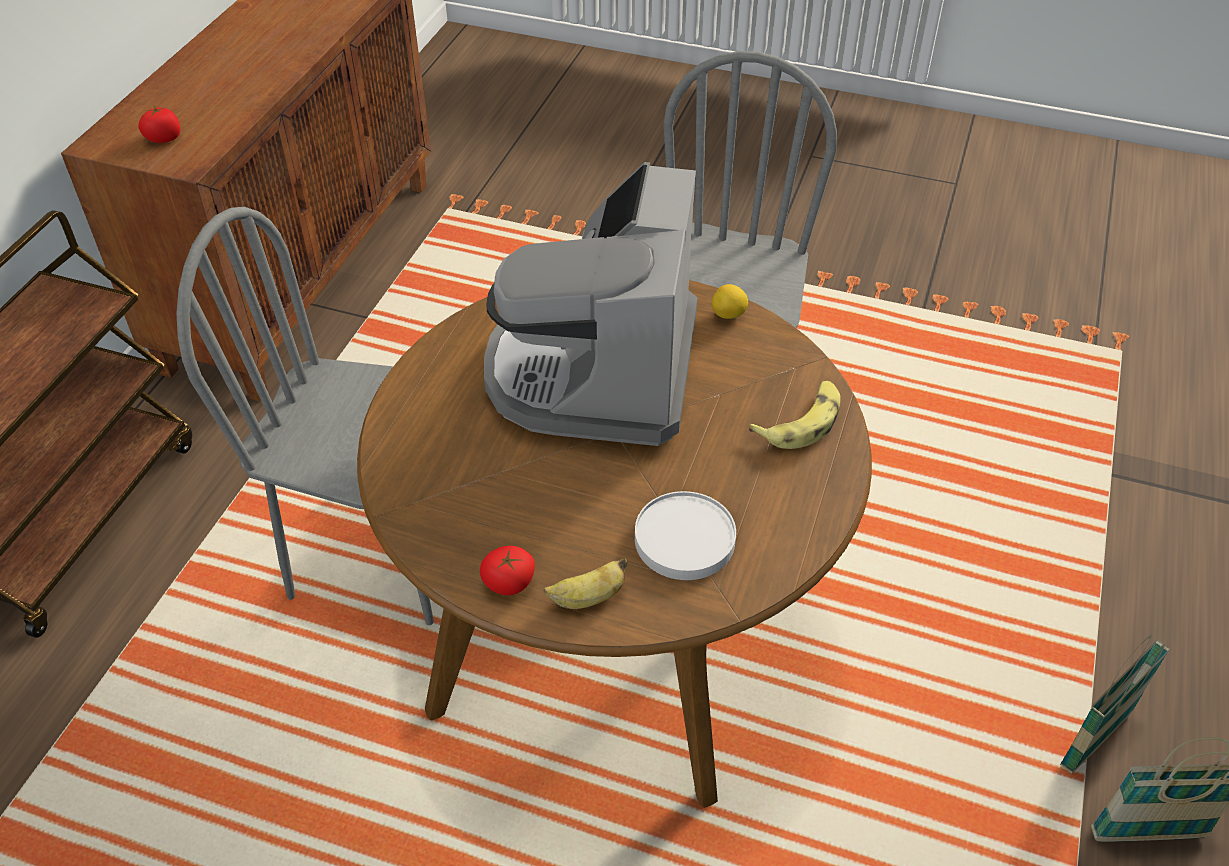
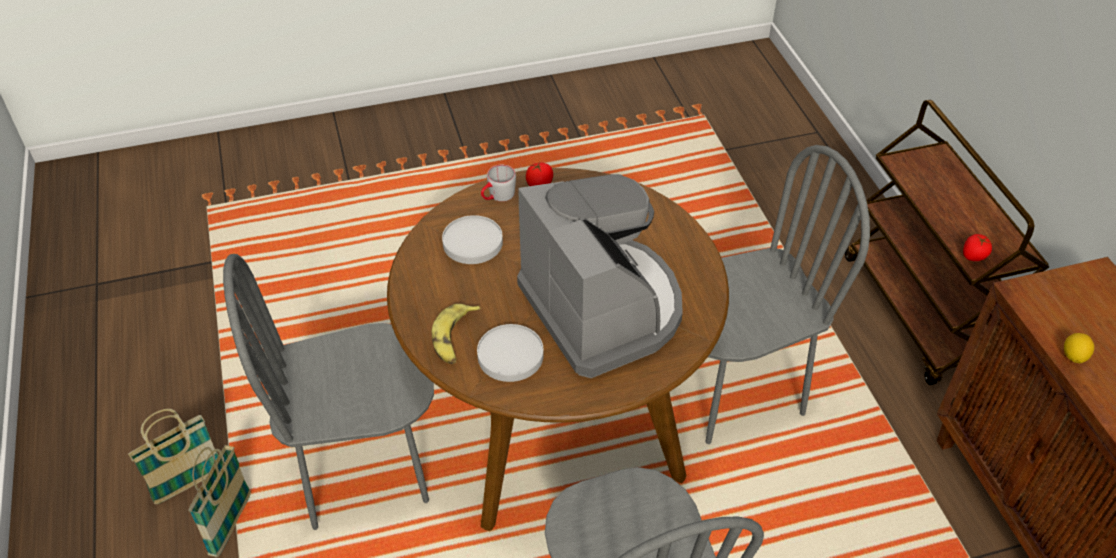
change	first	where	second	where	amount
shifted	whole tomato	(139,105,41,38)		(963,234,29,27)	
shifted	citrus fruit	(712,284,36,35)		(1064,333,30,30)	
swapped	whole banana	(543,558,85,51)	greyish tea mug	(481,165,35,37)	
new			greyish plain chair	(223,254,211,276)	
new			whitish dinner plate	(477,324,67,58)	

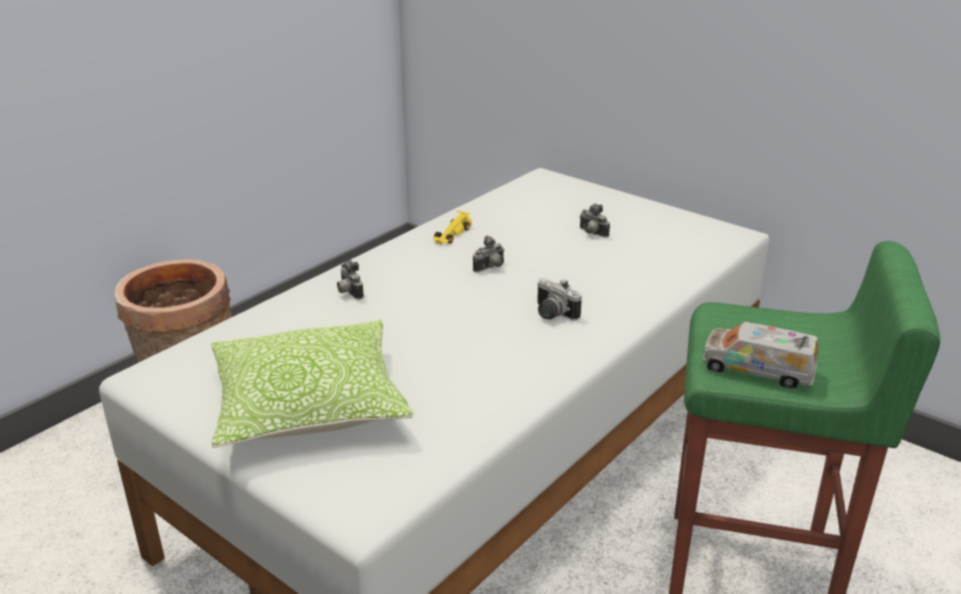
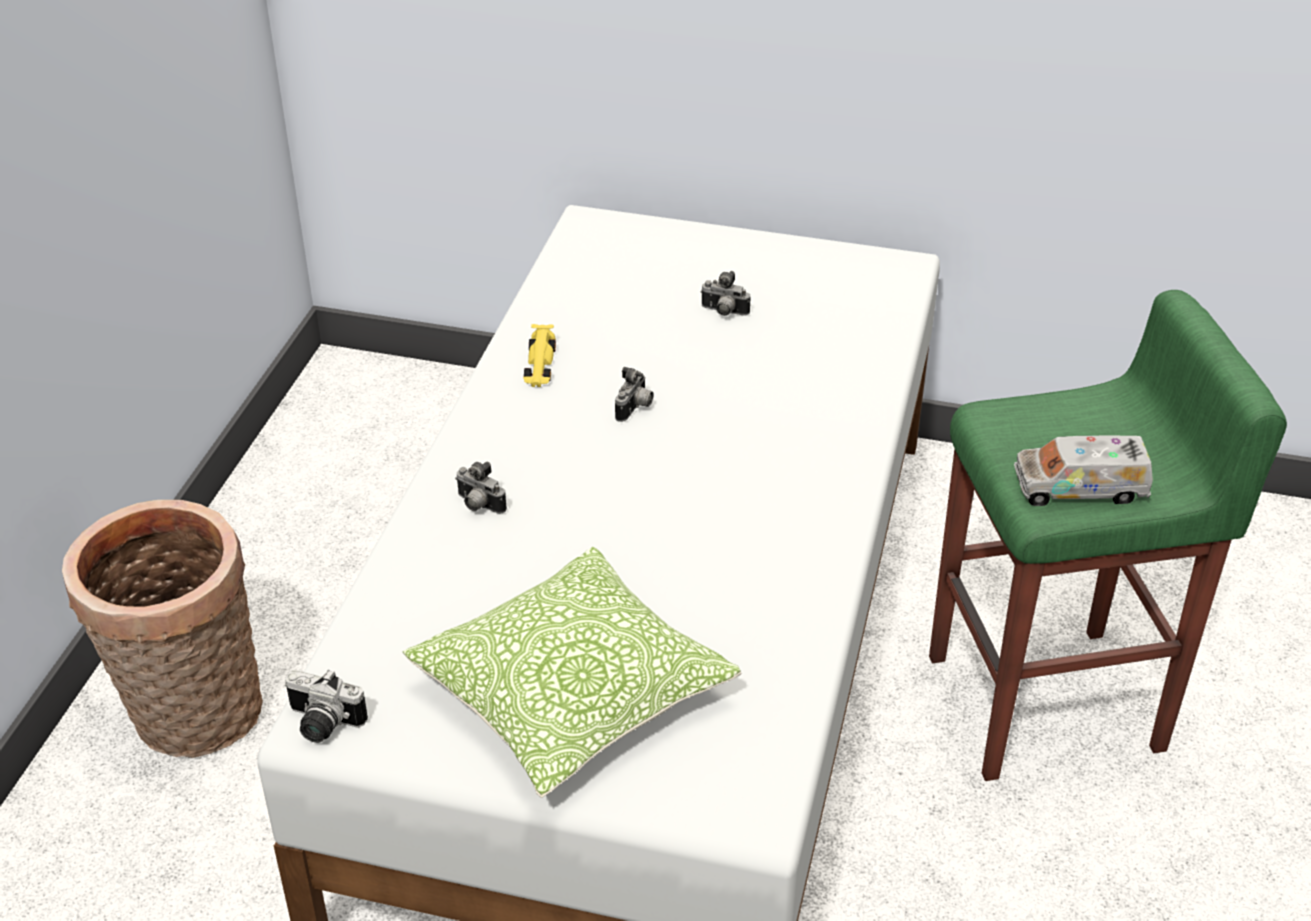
change	first	where	second	where	amount
shifted	still camera	(537,278,45,43)		(285,670,83,73)	

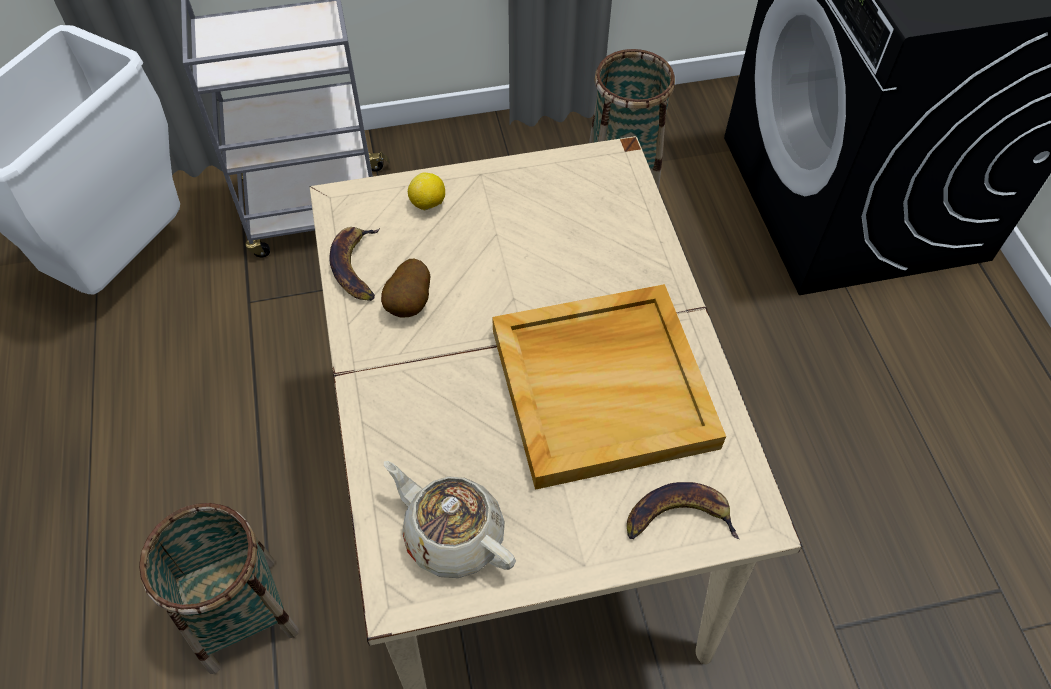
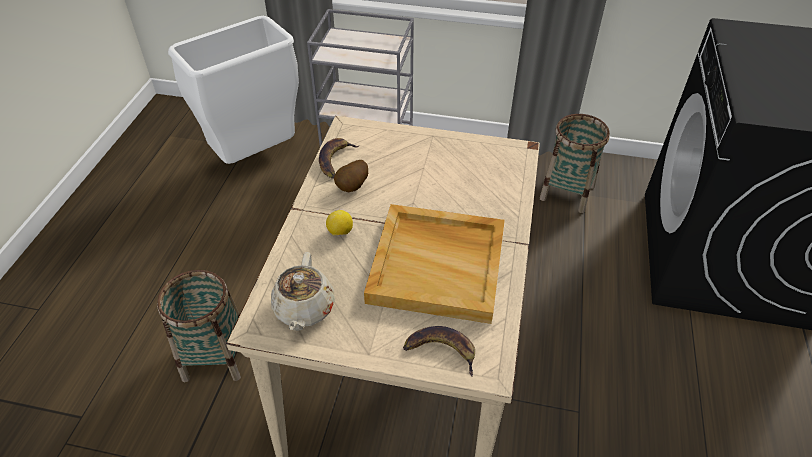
change	first	where	second	where	amount
shifted	citrus fruit	(408,173,37,37)		(326,210,27,25)	
rotated	beige pot for tea	(384,461,132,117)		(271,252,64,79)	150 degrees counterclockwise

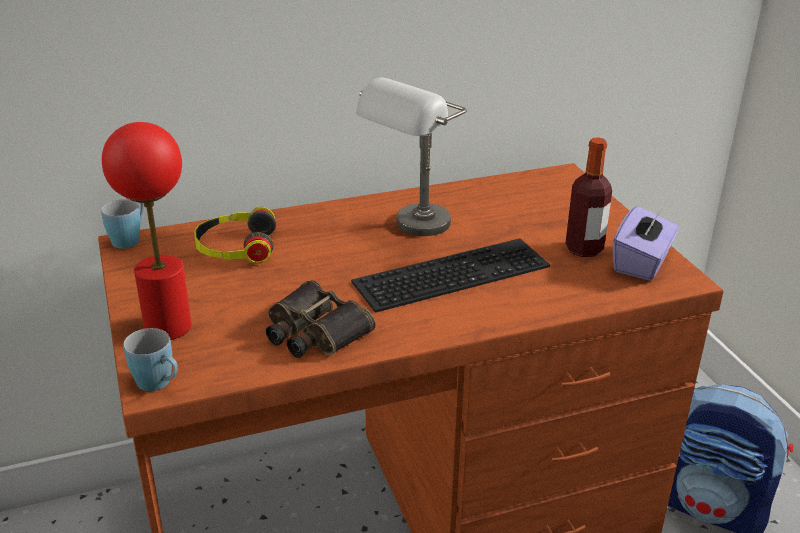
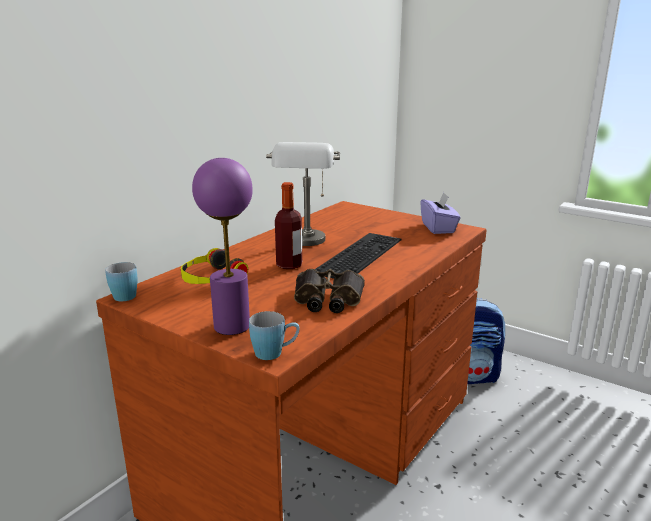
change	first	where	second	where	amount
repainted	red-coloured lamp for a table	(102,122,89,218)	purple-coloured lamp for a table	(192,158,61,177)	
shifted	beverage bottle	(565,138,47,119)		(275,182,27,87)	

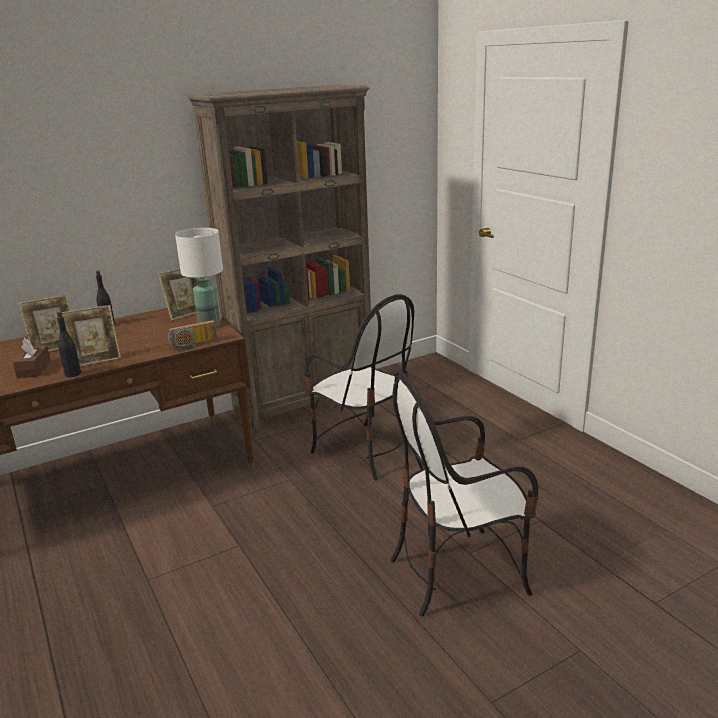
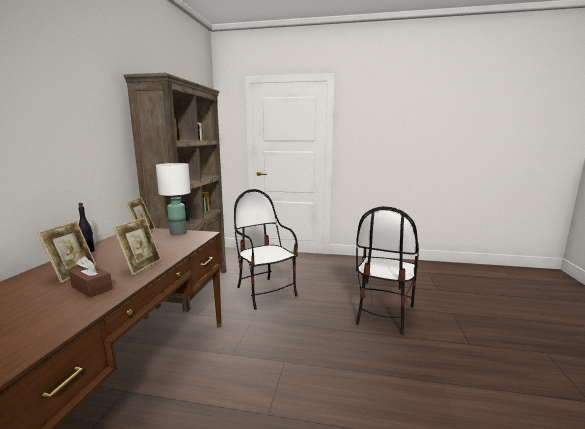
change	first	where	second	where	amount
rotated	plain chair	(304,294,114,187)		(234,189,64,121)	120 degrees counterclockwise
gone	black-coloured beverage bottle	(57,311,24,66)			
gone	radio	(168,320,50,30)			

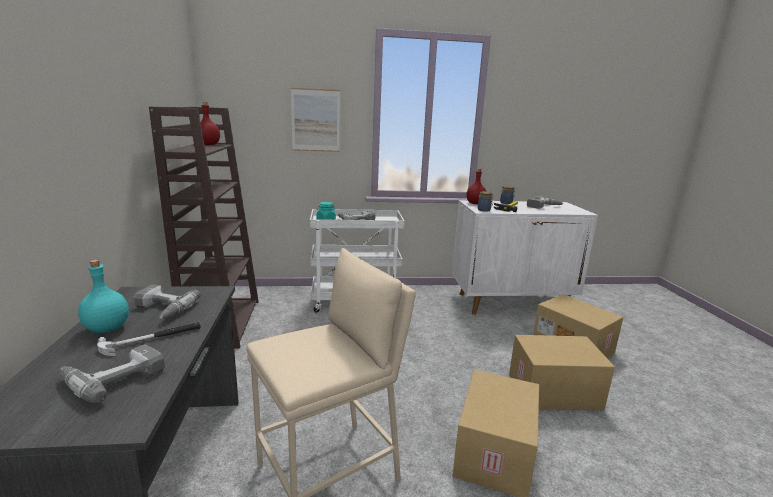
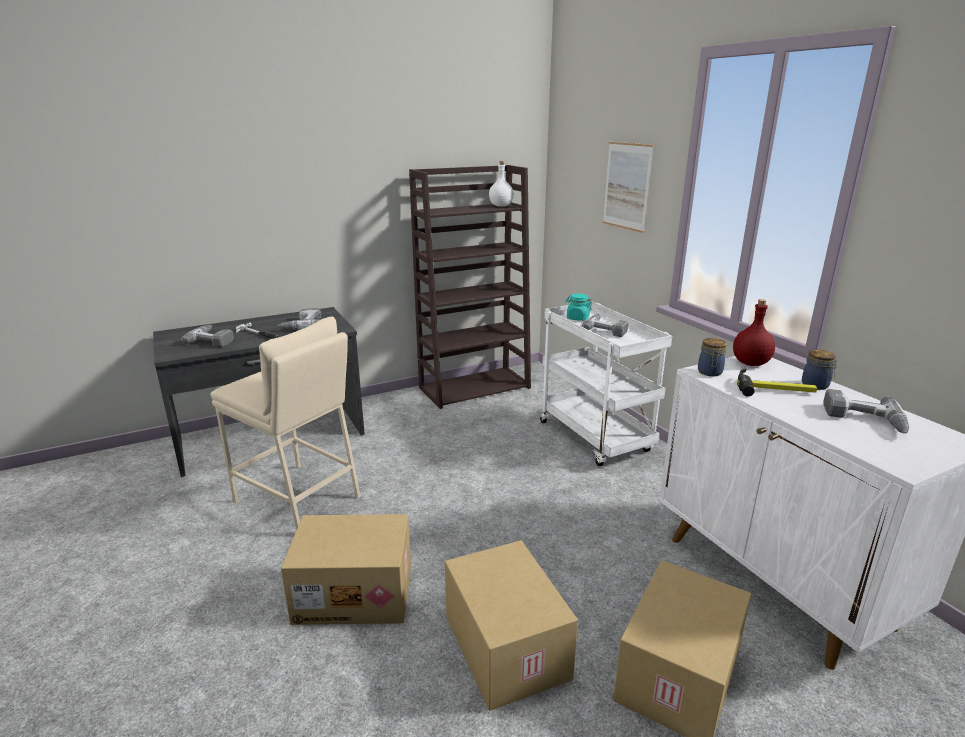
change	first	where	second	where	amount
repainted	red-coloured beverage bottle	(200,102,20,43)	whitish beverage bottle	(489,161,25,46)	
gone	turquoise beverage bottle	(78,259,51,74)			

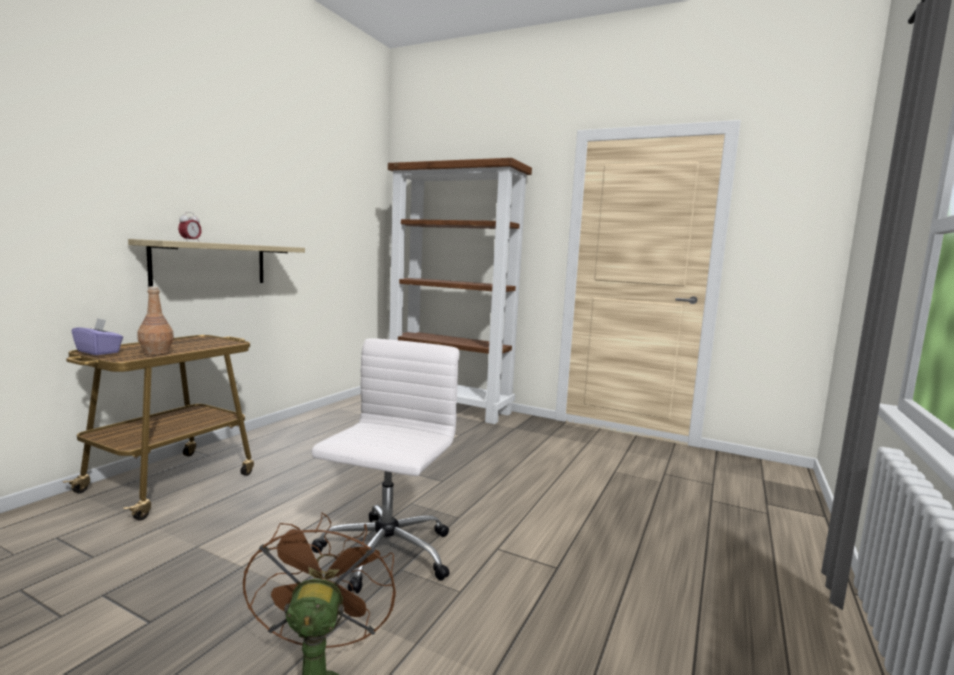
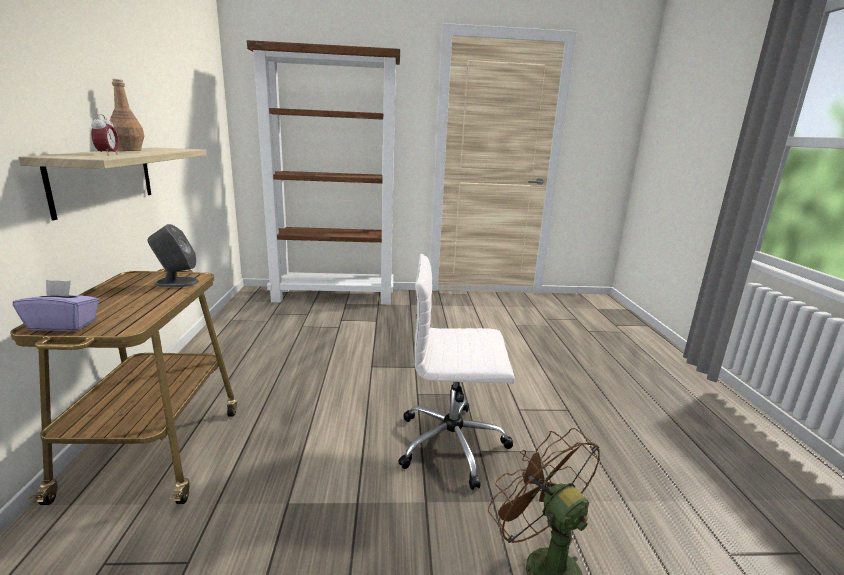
change	first	where	second	where	amount
shifted	brown beverage bottle	(138,287,36,68)		(110,79,34,72)	
rotated	whitish computer chair	(312,338,147,255)		(398,254,117,236)	75 degrees counterclockwise
new			greyish audio speaker	(148,224,51,63)	

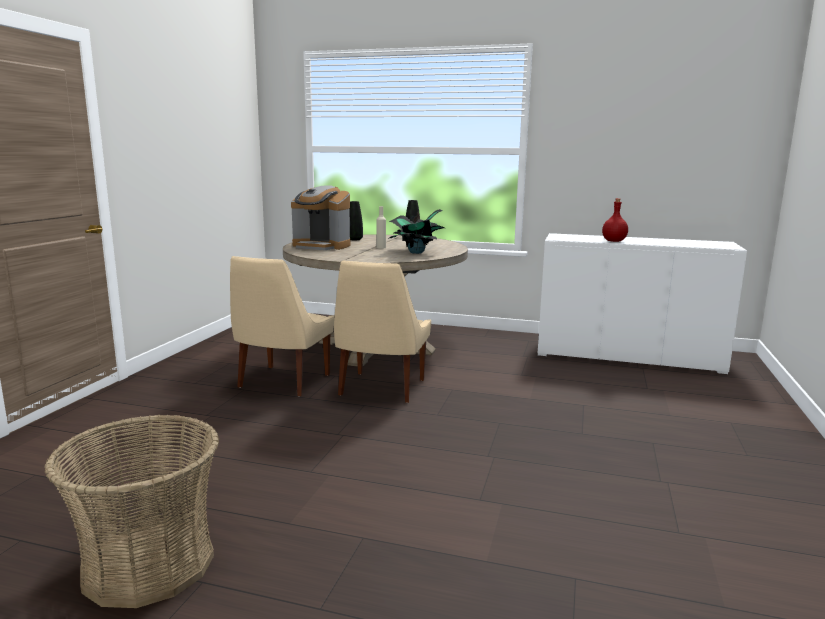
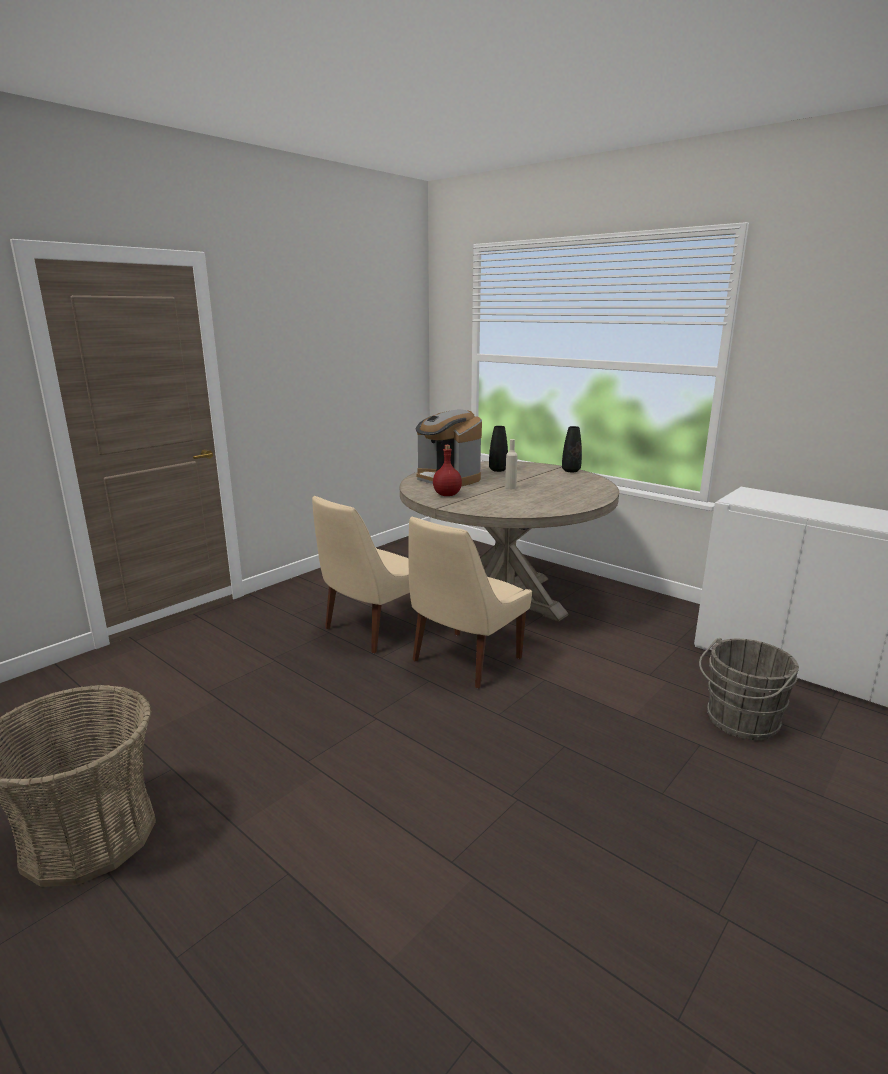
change	first	where	second	where	amount
shifted	red-coloured beverage bottle	(602,198,26,44)		(433,445,29,51)	
gone	potted plant	(388,209,56,45)			
new			greyish pail	(699,638,100,102)	

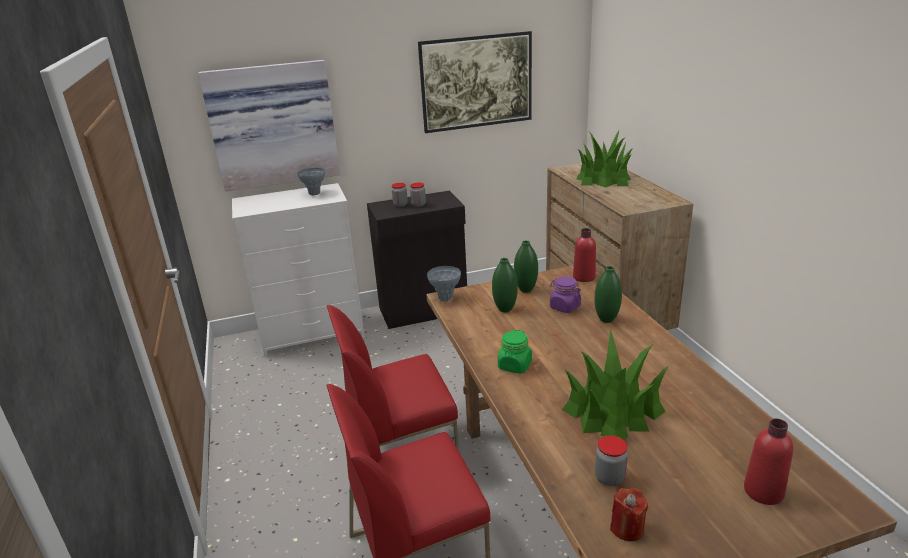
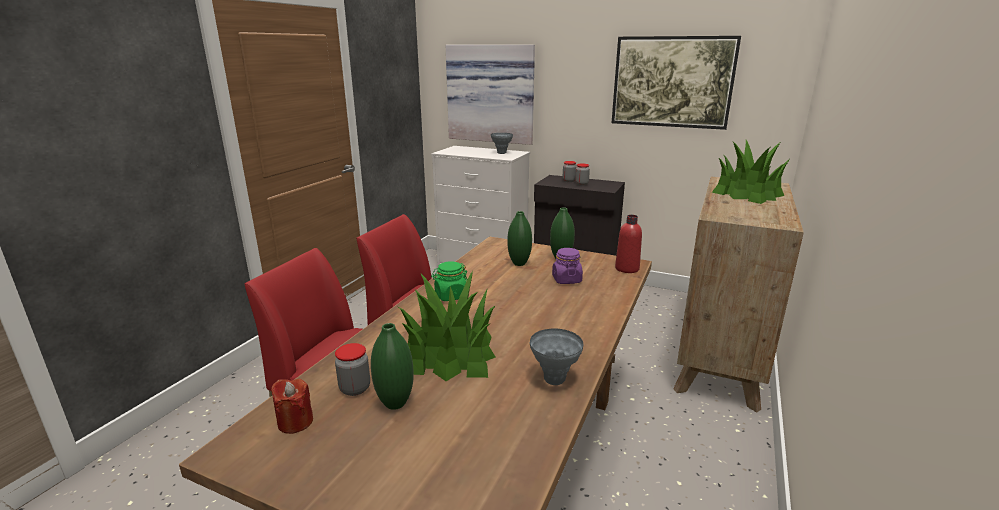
change	first	where	second	where	amount
shifted	greyish decorative vase	(427,266,34,35)		(530,328,53,57)	
shifted	greenish decorative vase	(594,266,28,57)		(371,323,43,87)	
gone	red-coloured beverage bottle	(744,418,49,87)			

